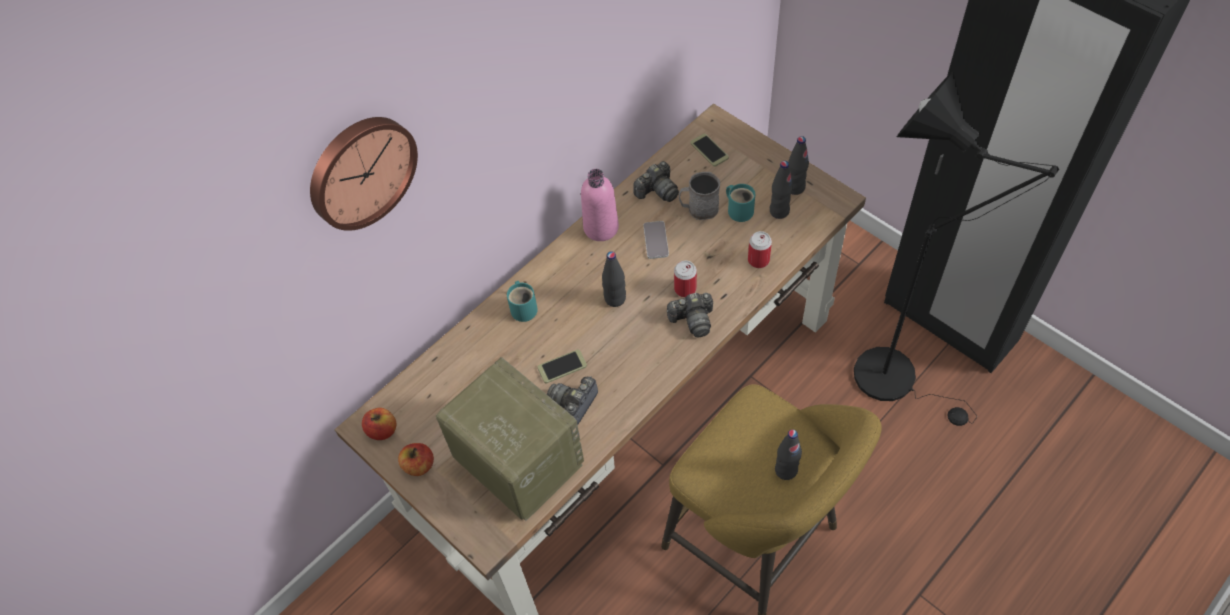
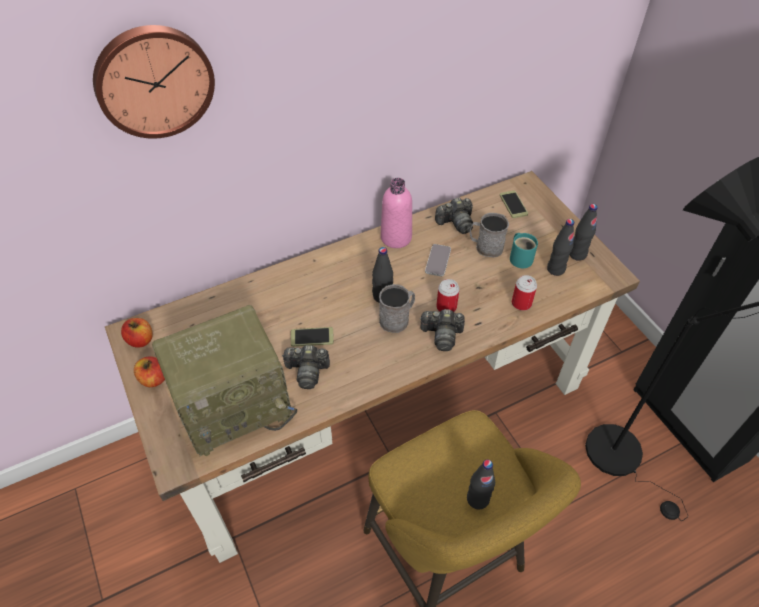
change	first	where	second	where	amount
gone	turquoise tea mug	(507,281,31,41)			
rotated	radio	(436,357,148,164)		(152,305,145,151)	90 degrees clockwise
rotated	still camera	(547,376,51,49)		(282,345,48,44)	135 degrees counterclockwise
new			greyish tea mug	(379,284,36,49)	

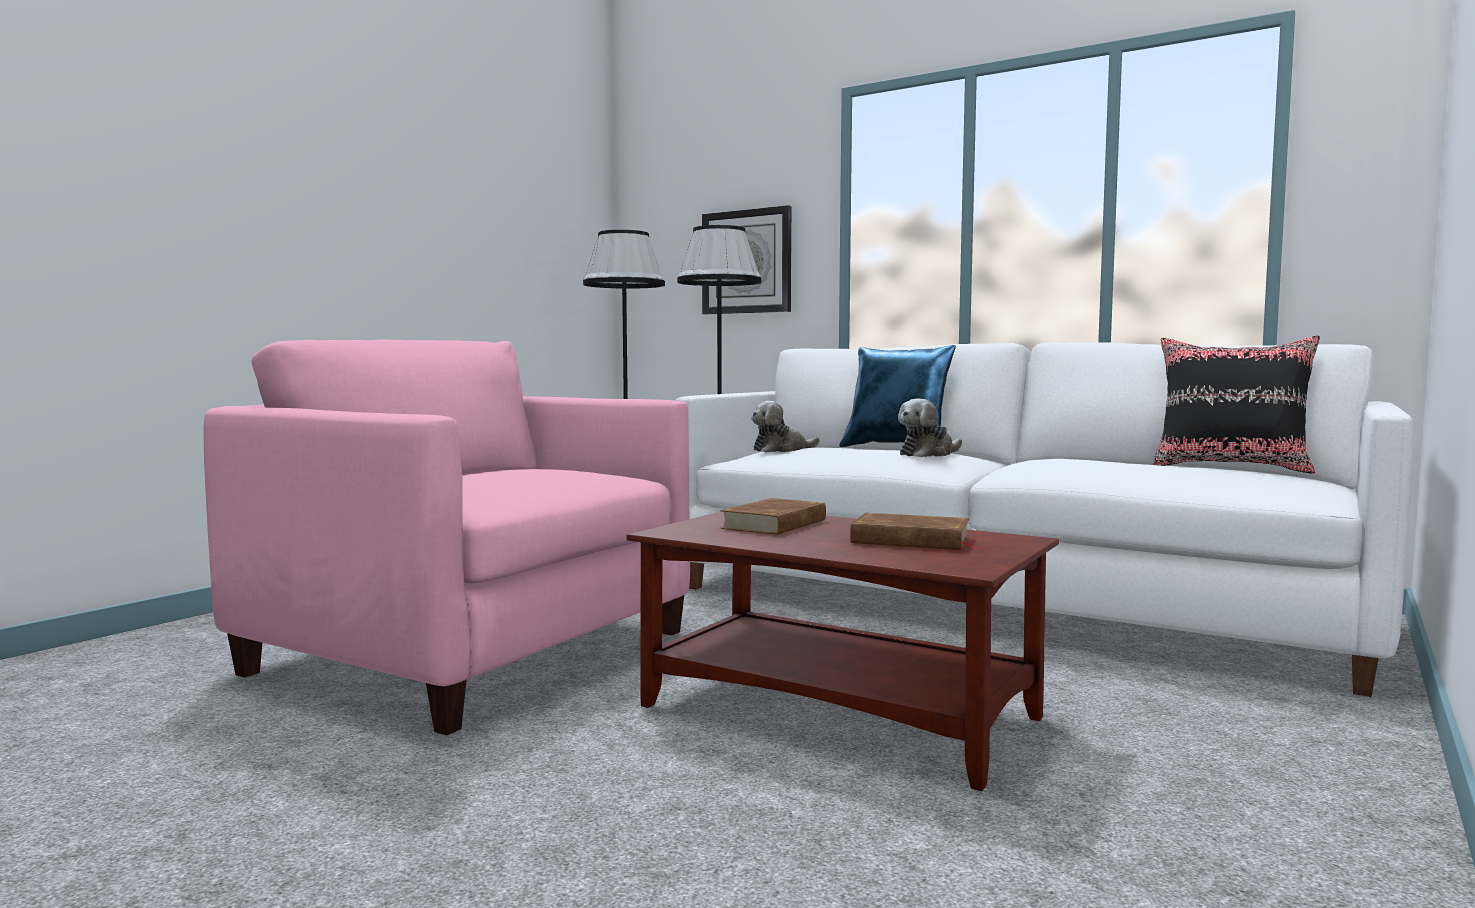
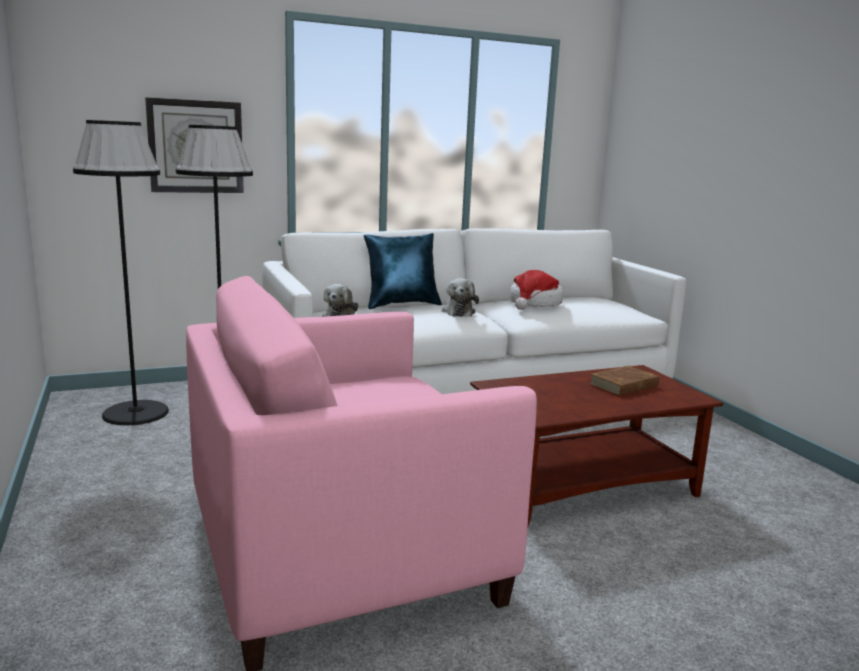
change	first	where	second	where	amount
gone	black-coloured throw pillow	(1153,336,167,138)			
gone	brown book	(720,498,106,37)			
new			hat	(510,270,53,40)	

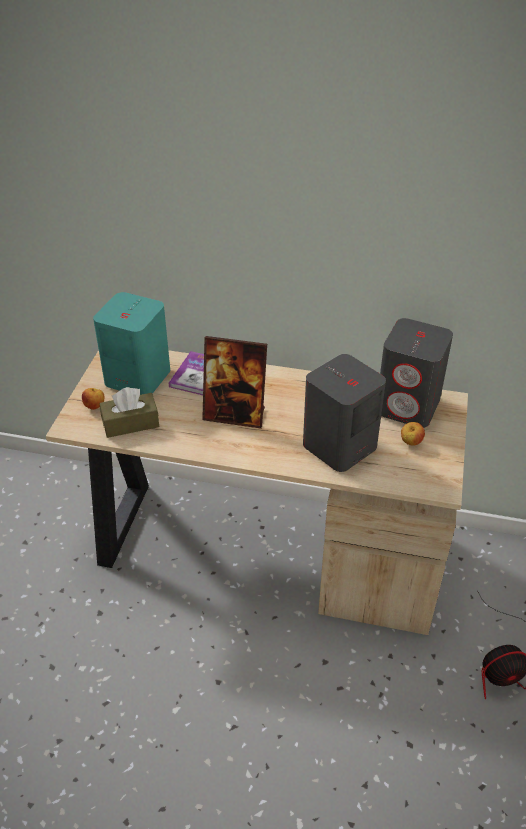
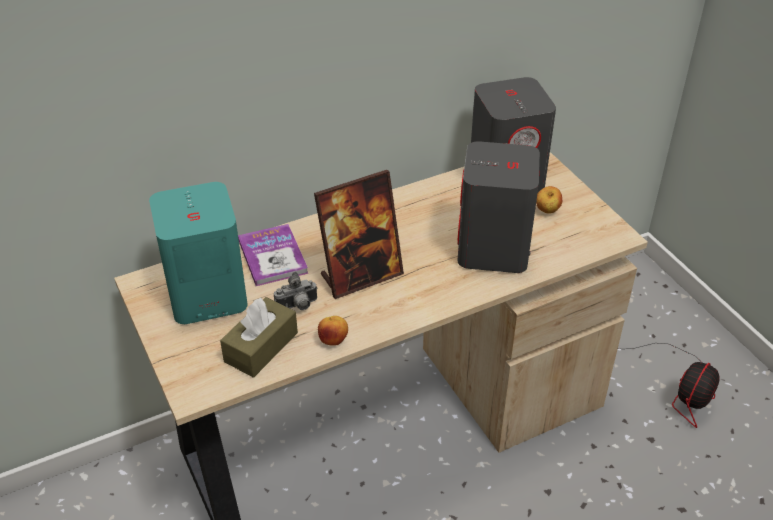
change	first	where	second	where	amount
shifted	apple fruit	(82,388,22,22)		(318,316,30,30)	
new			still camera	(274,272,44,38)	

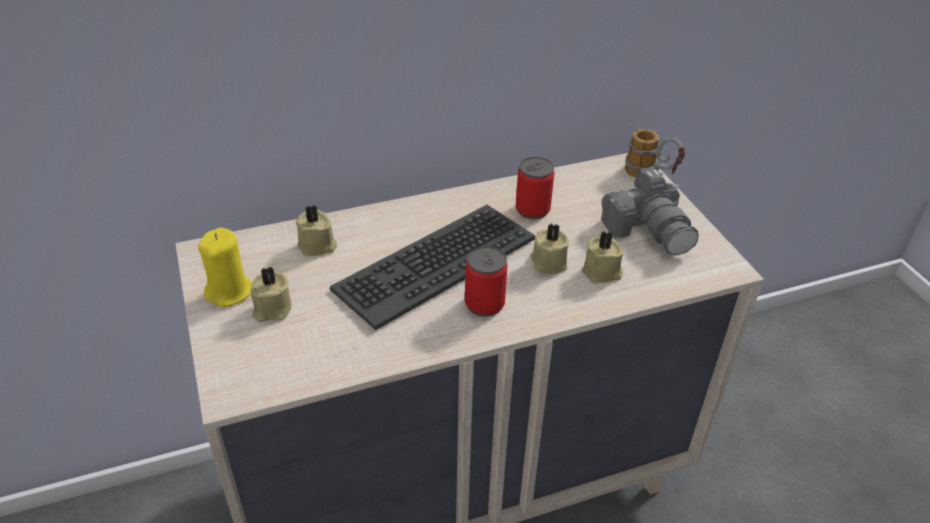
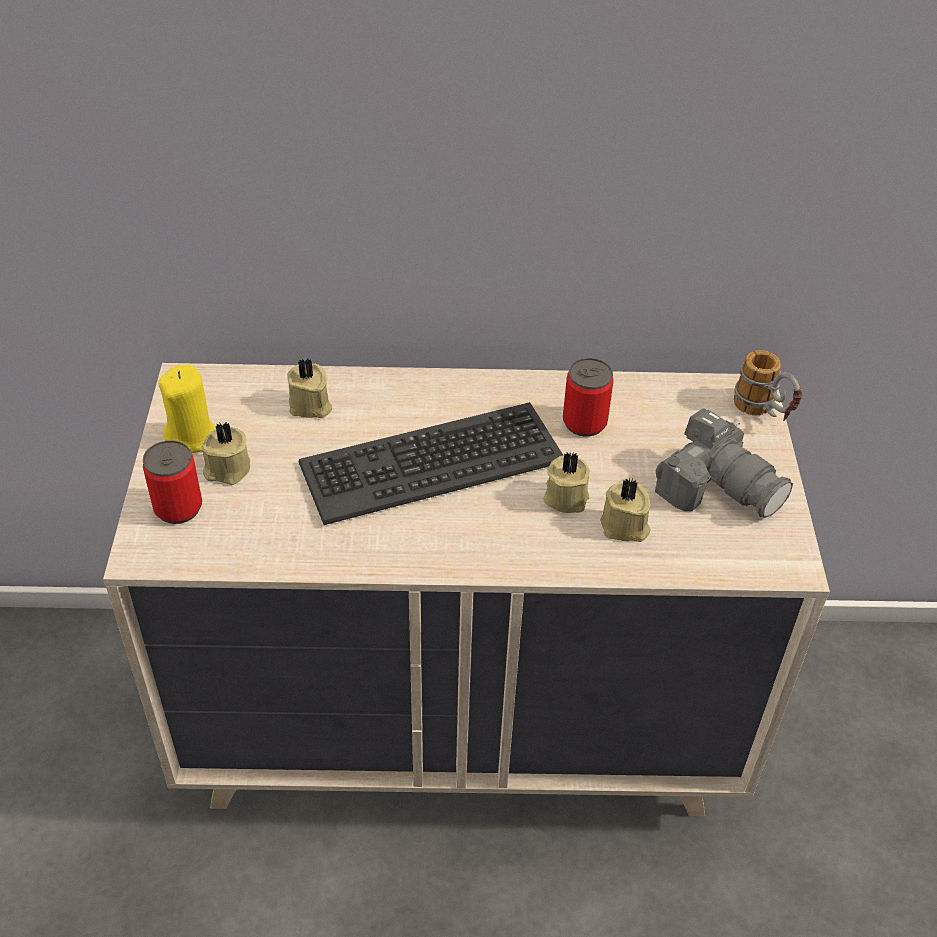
change	first	where	second	where	amount
rotated	still camera	(601,167,98,88)		(655,408,138,110)	45 degrees counterclockwise
shifted	metal can	(465,246,43,71)		(143,440,59,84)	

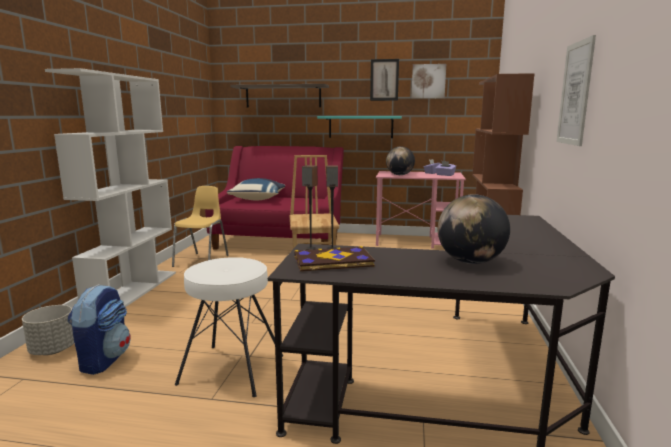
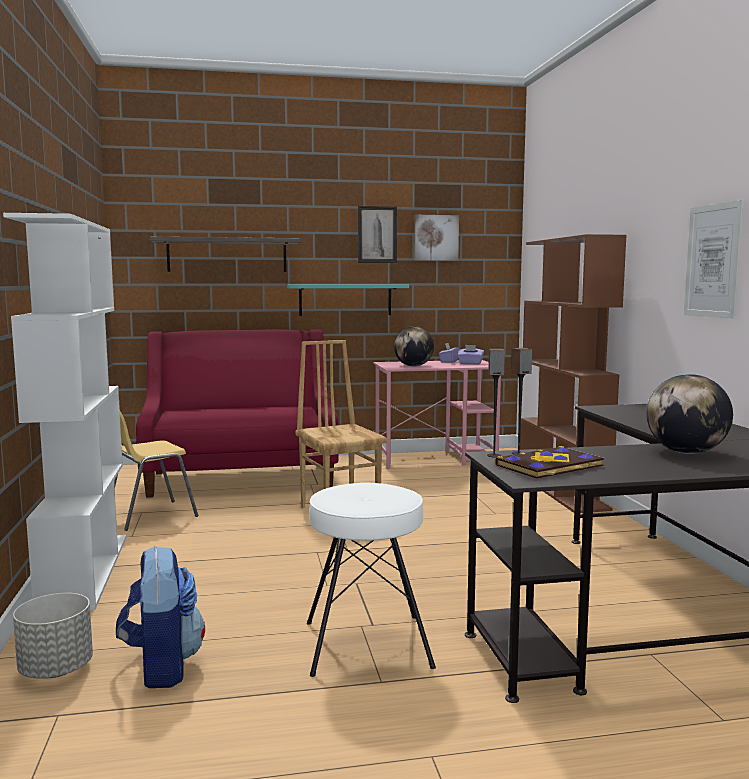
change	first	where	second	where	amount
gone	blue-coloured throw pillow	(227,178,58,22)			
rotated	yellowish plain chair	(172,186,57,81)		(114,411,84,120)	120 degrees counterclockwise

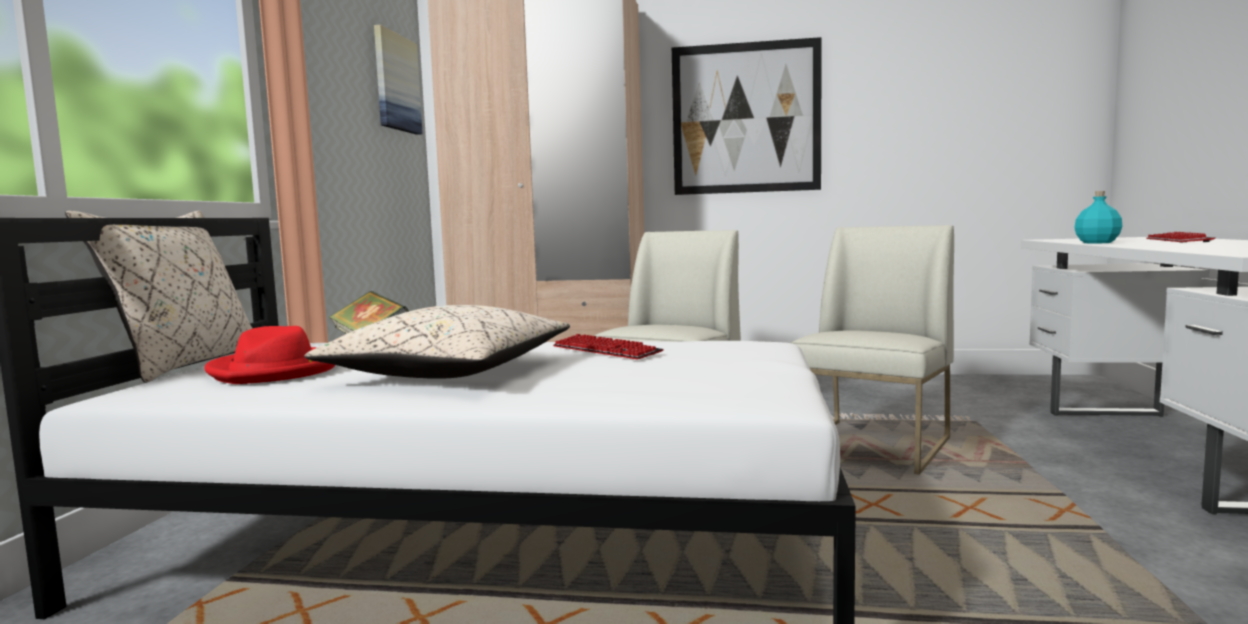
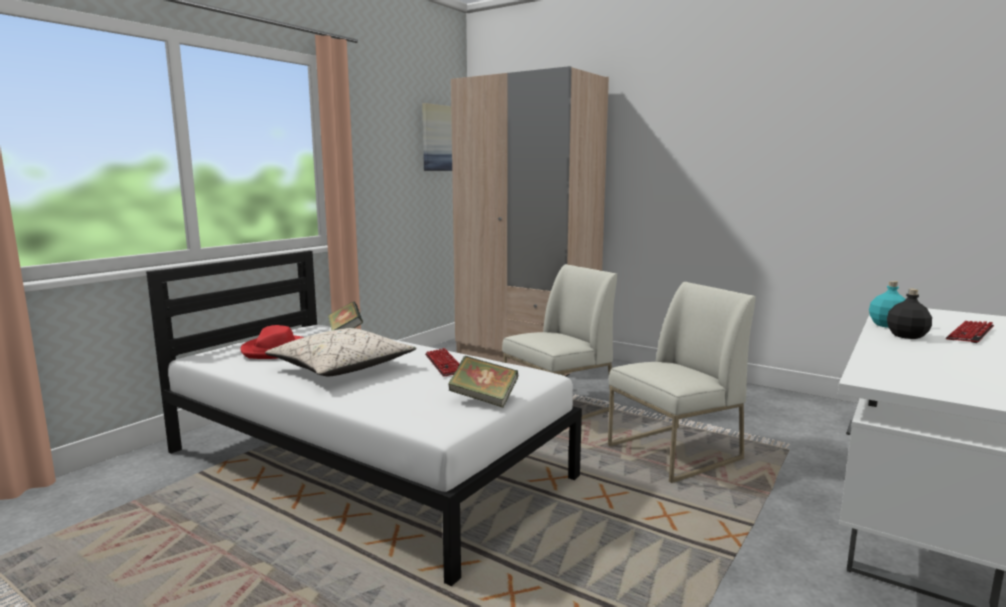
change	first	where	second	where	amount
gone	picture	(672,37,150,158)			
gone	beige throw pillow	(65,211,188,172)			
new			black-coloured beverage bottle	(887,289,45,50)	
new			book	(448,356,70,52)	

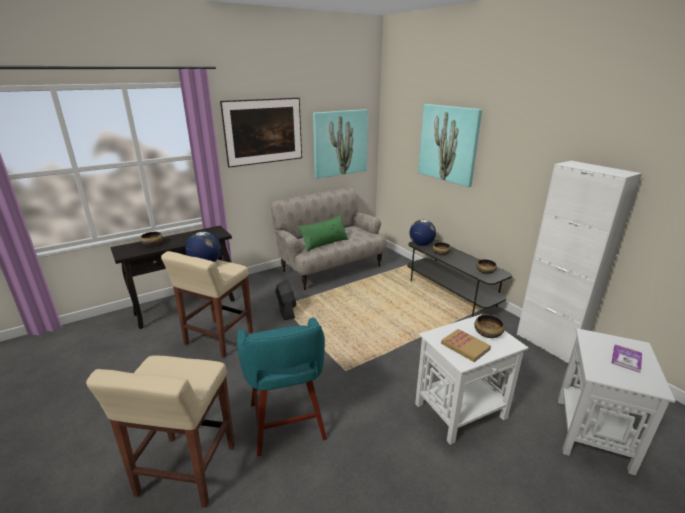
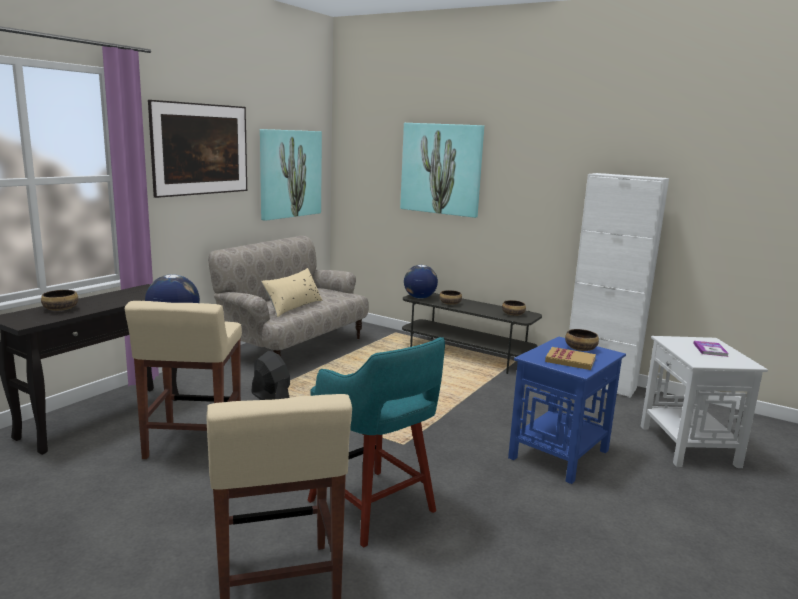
change	first	where	second	where	amount
repainted	greenish throw pillow	(298,215,51,37)	beige throw pillow	(261,268,62,49)	
repainted	whitish accent table	(415,314,114,131)	blue-coloured accent table	(508,337,118,147)	

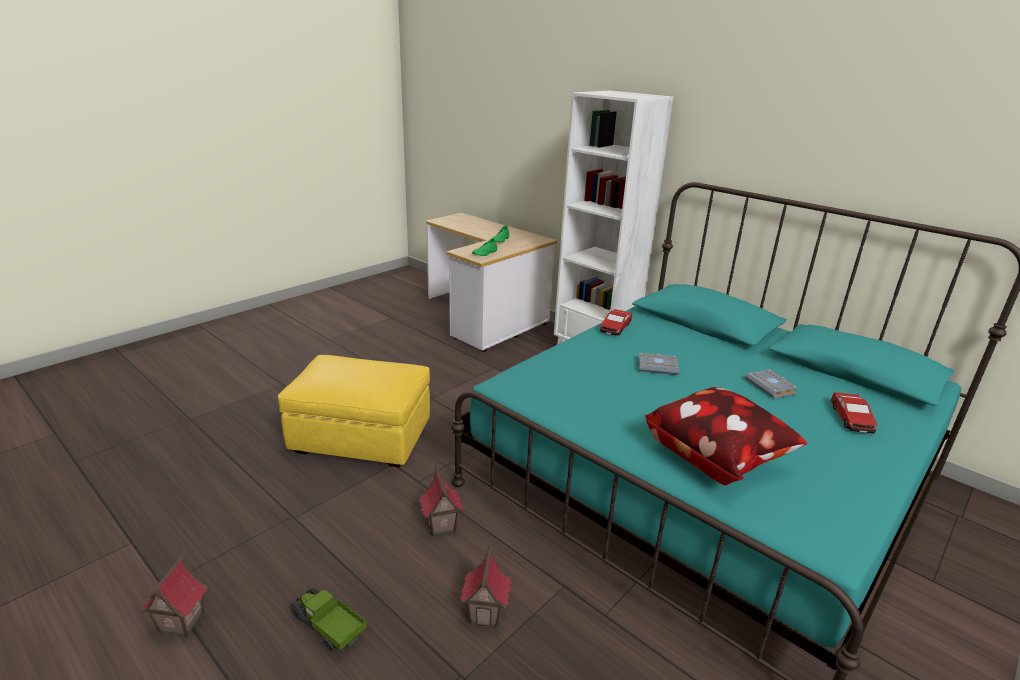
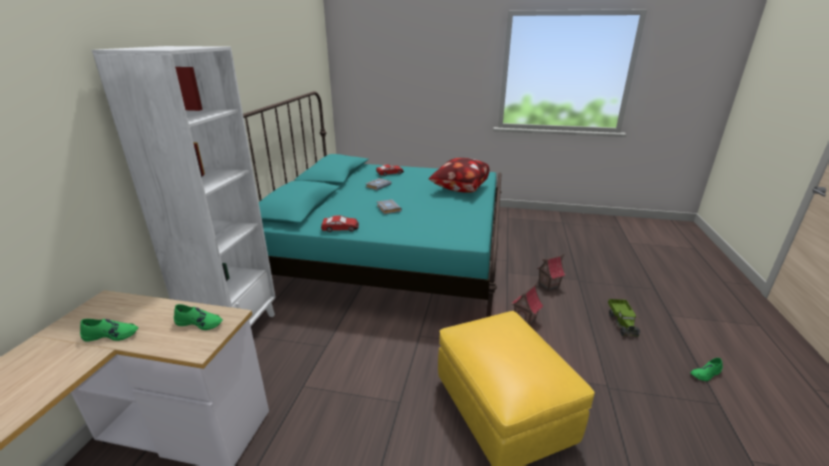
change	first	where	second	where	amount
swapped	toy house	(141,549,67,89)	greenish low shoe	(690,358,33,23)	

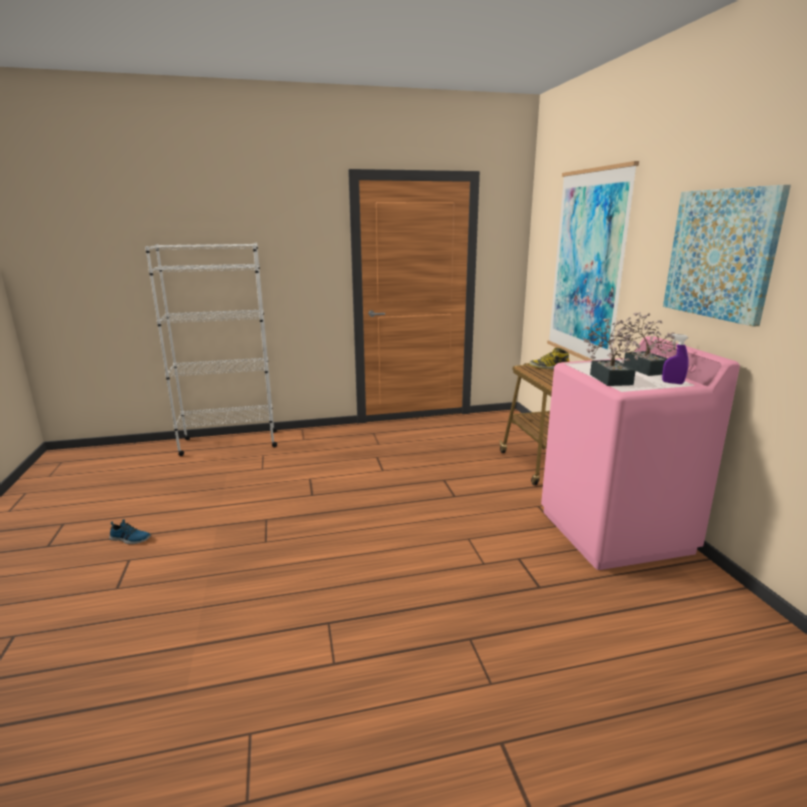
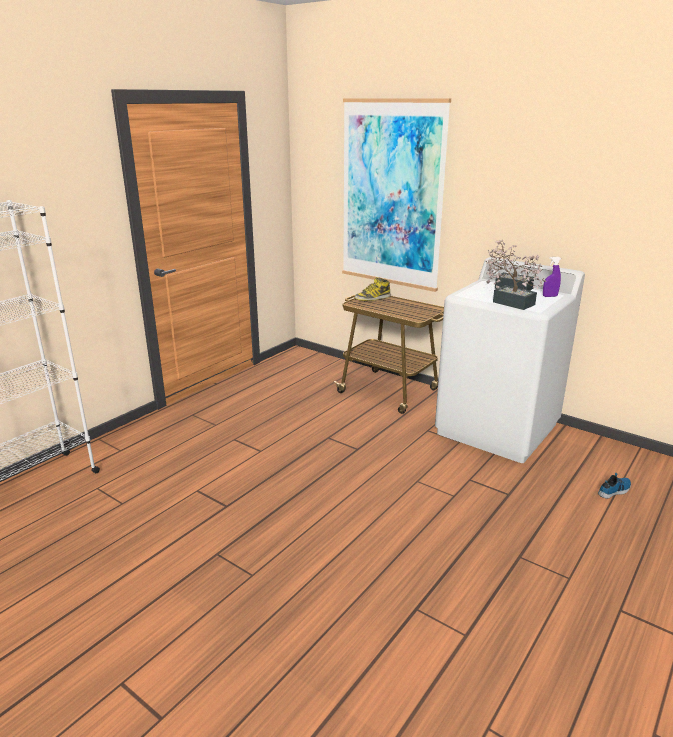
change	first	where	second	where	amount
gone	picture	(663,185,128,142)			
repainted	pinkish laundry appliance	(541,336,199,234)	whitish laundry appliance	(435,257,150,206)	
shifted	low shoe	(110,519,41,25)		(598,473,33,26)	

